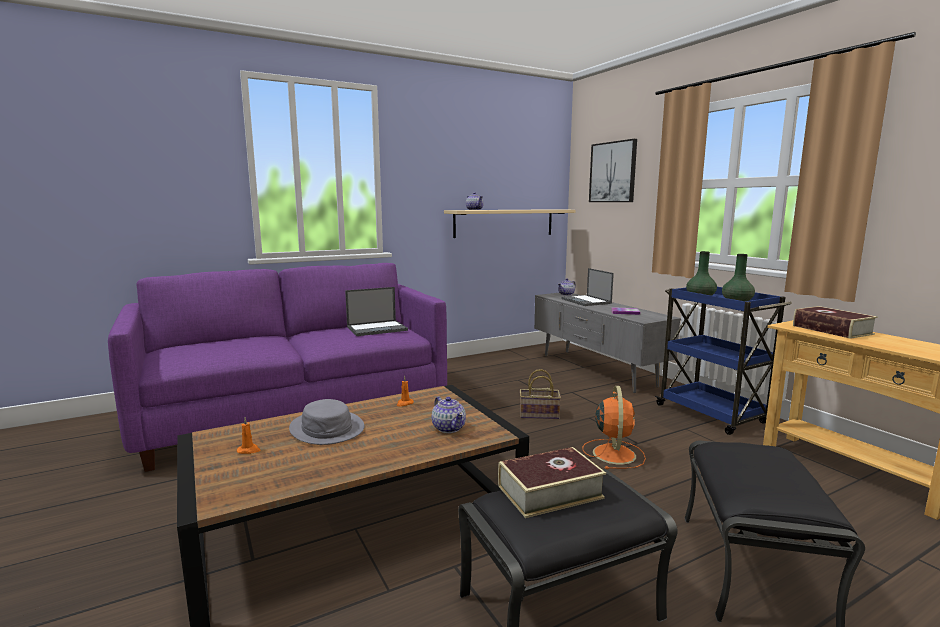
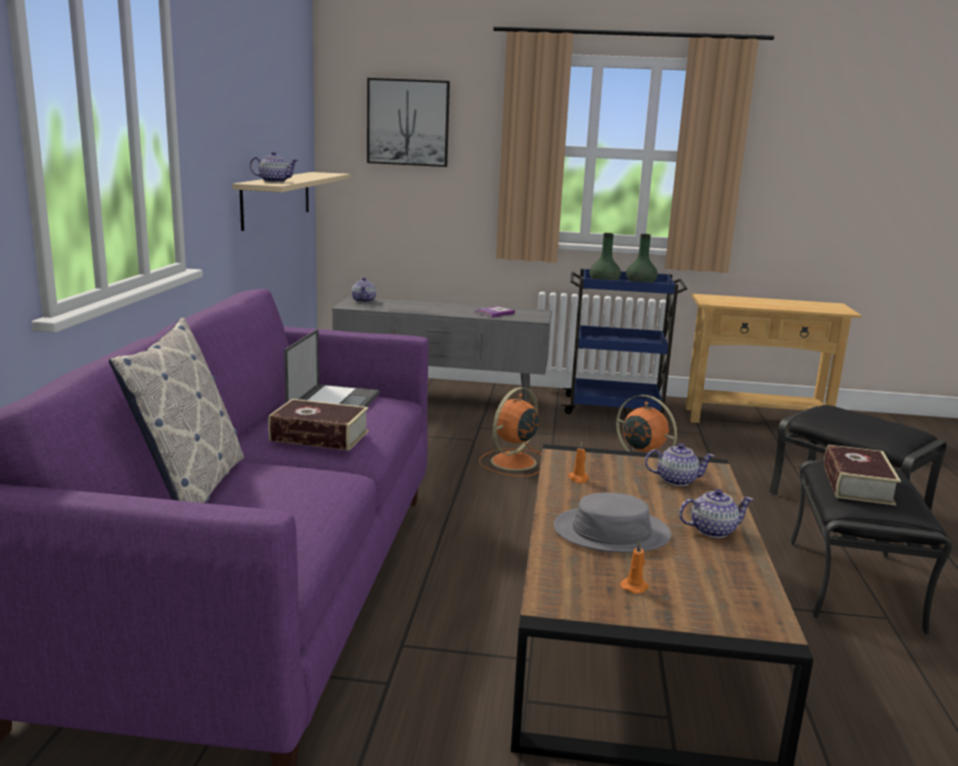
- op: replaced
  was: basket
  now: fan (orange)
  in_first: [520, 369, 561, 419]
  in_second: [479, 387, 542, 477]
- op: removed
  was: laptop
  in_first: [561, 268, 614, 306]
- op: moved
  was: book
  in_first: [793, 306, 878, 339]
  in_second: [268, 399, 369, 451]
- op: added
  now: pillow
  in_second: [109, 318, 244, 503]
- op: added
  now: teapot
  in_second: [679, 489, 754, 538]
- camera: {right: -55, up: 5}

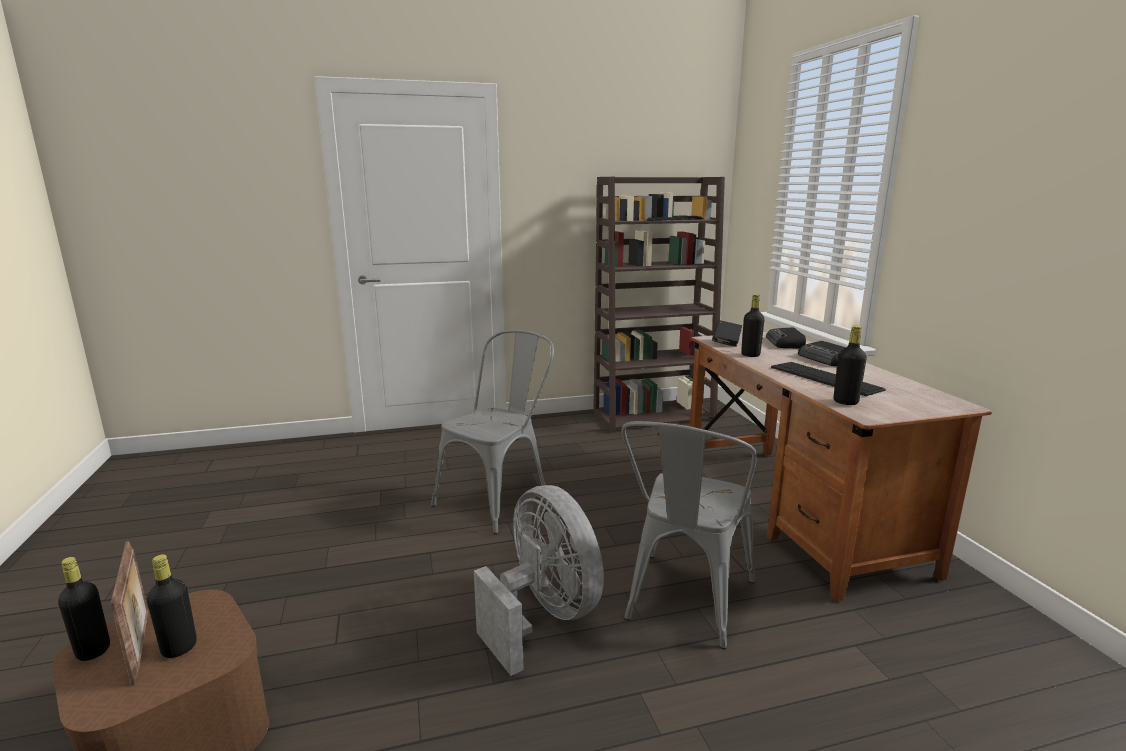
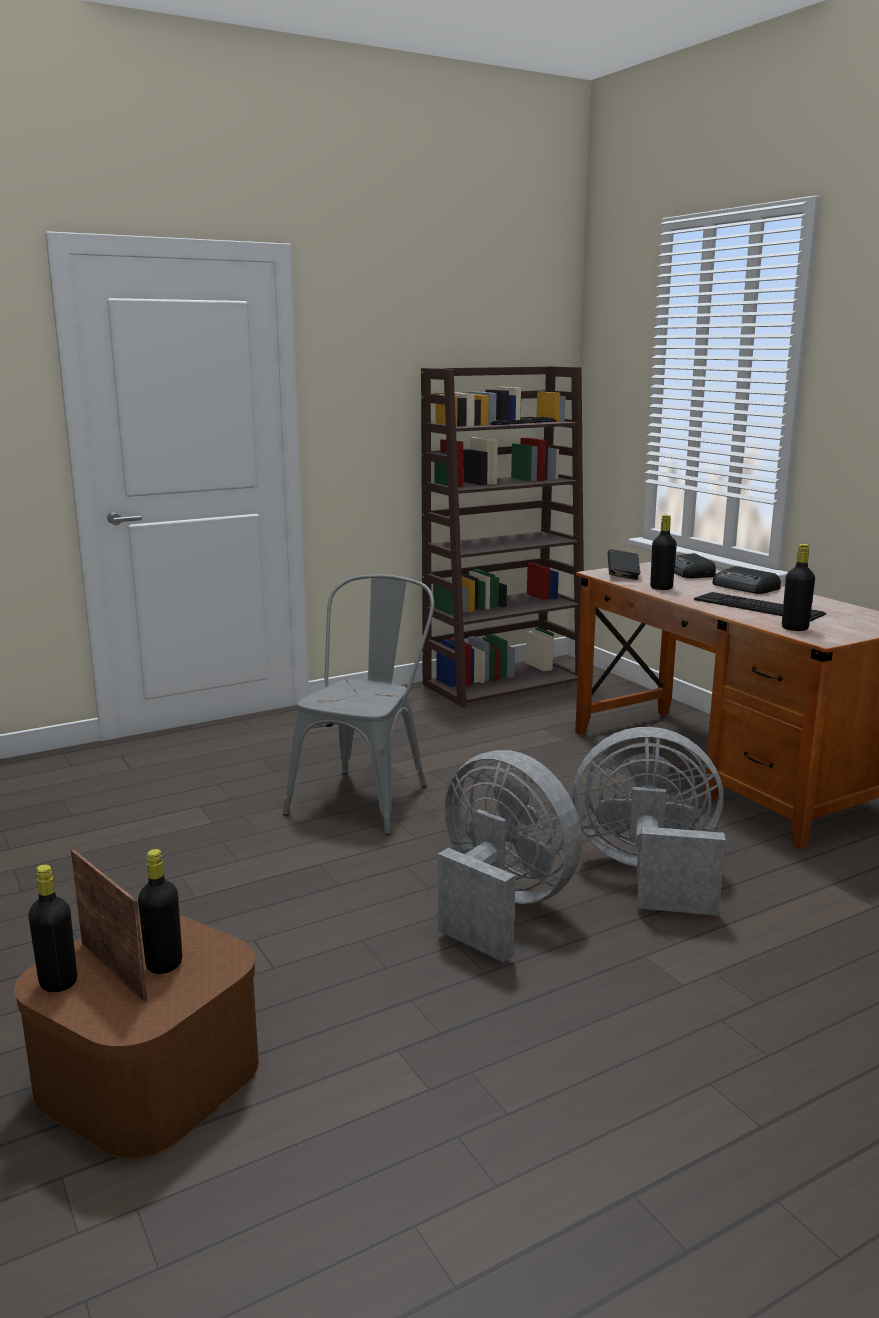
- op: replaced
  was: chair (grey)
  now: fan (grey)
  in_first: [621, 421, 757, 649]
  in_second: [572, 727, 726, 916]
- camera: {right: -15, up: 0}

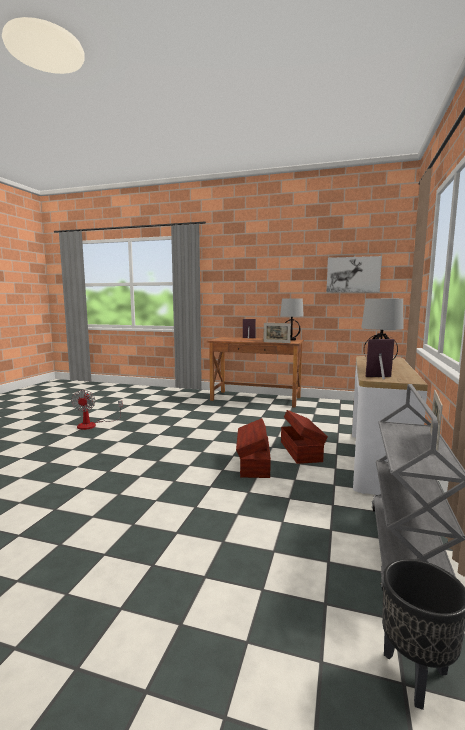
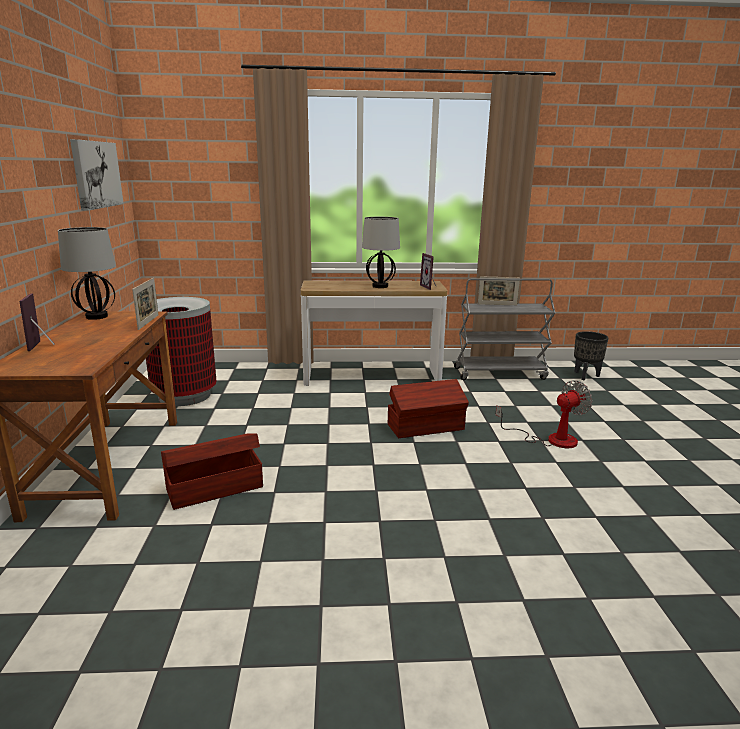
- op: moved
  was: fan
  in_first: [71, 390, 123, 430]
  in_second: [496, 380, 593, 448]
- op: moved
  was: storage box (brown)
  in_first: [281, 410, 328, 464]
  in_second: [161, 433, 263, 510]
- op: added
  now: trash can
  in_second: [146, 297, 217, 406]
- camera: {right: -110, up: 10}

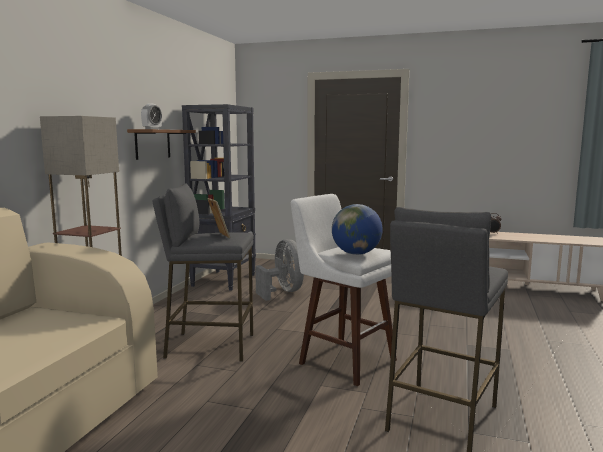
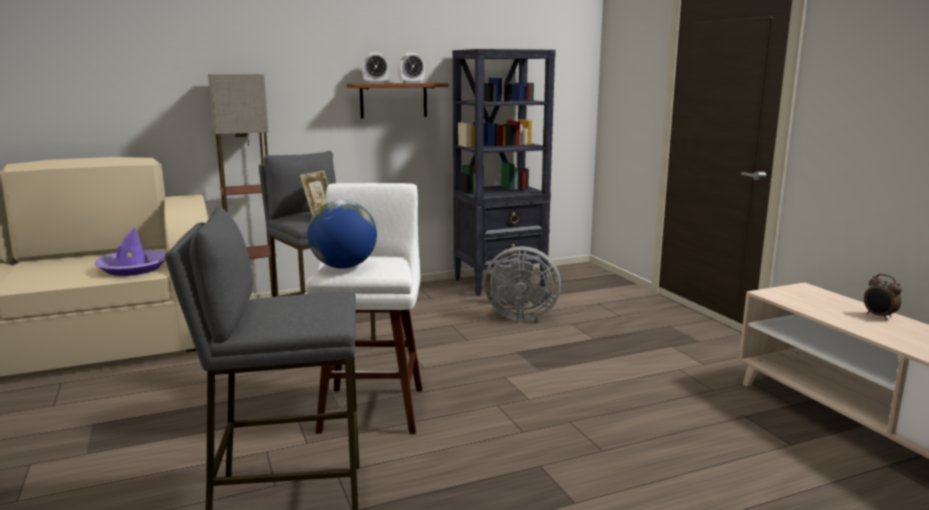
- op: turned
  was: fan (grey)
  in_first: [255, 239, 304, 301]
  in_second: [484, 246, 561, 321]
  clockwise: 75
- op: added
  now: hat (purple)
  in_second: [95, 228, 166, 276]
- op: added
  now: alarm clock
  in_second: [398, 53, 425, 83]
- camera: {right: 50, up: 5}

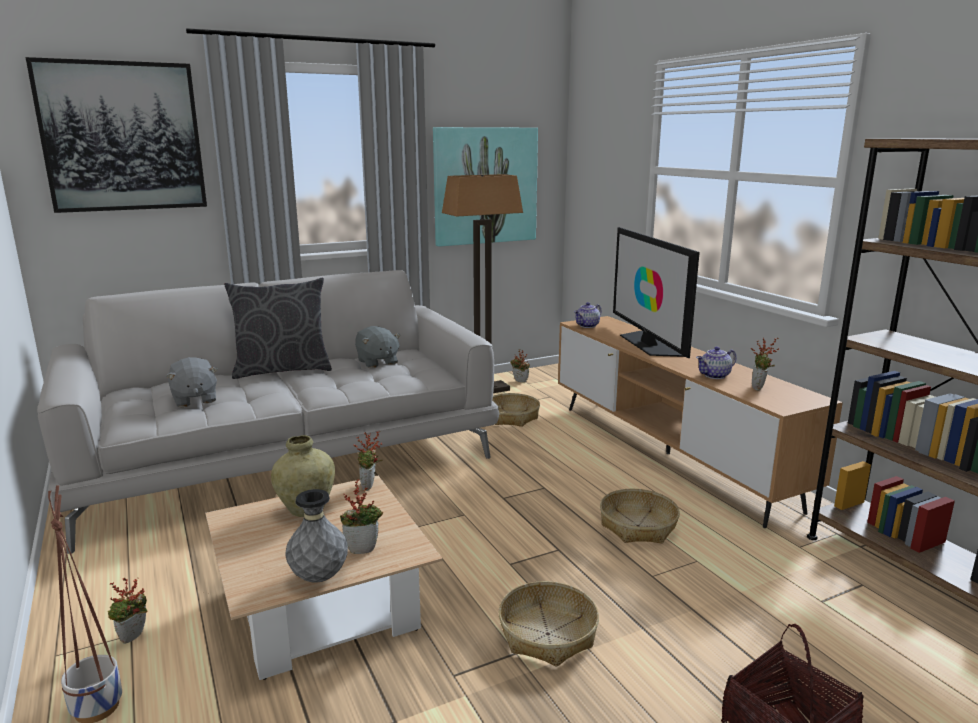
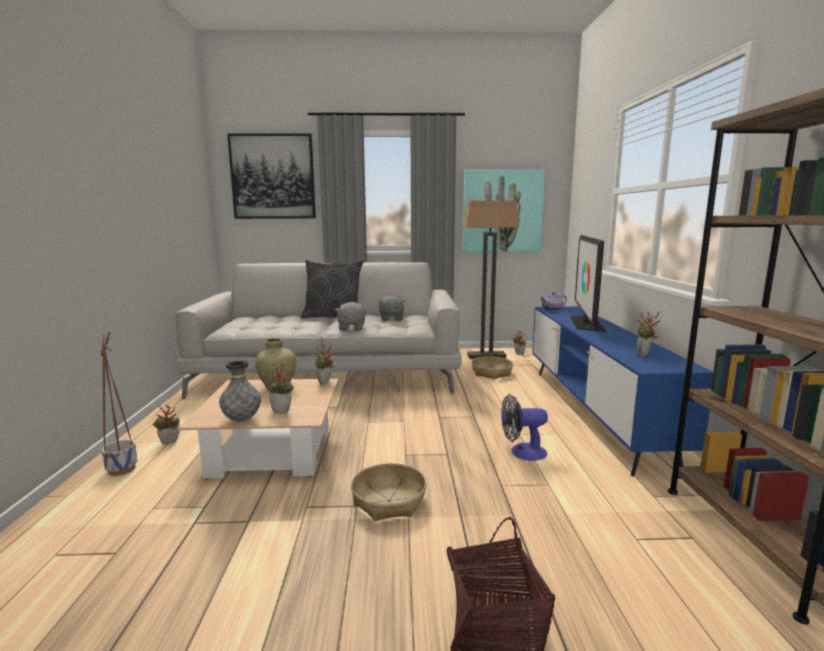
- op: moved
  was: plush toy (grey)
  in_first: [166, 357, 218, 407]
  in_second: [335, 302, 365, 331]
- op: recoloured
  was: tv stand (brown)
  now: tv stand (blue)
  in_first: [558, 316, 843, 528]
  in_second: [532, 306, 713, 476]
- op: replaced
  was: basket
  now: fan
  in_first: [600, 489, 680, 543]
  in_second: [501, 394, 548, 461]
- op: removed
  was: teapot
  in_first: [696, 347, 737, 379]
- camera: {right: 25, up: -5}

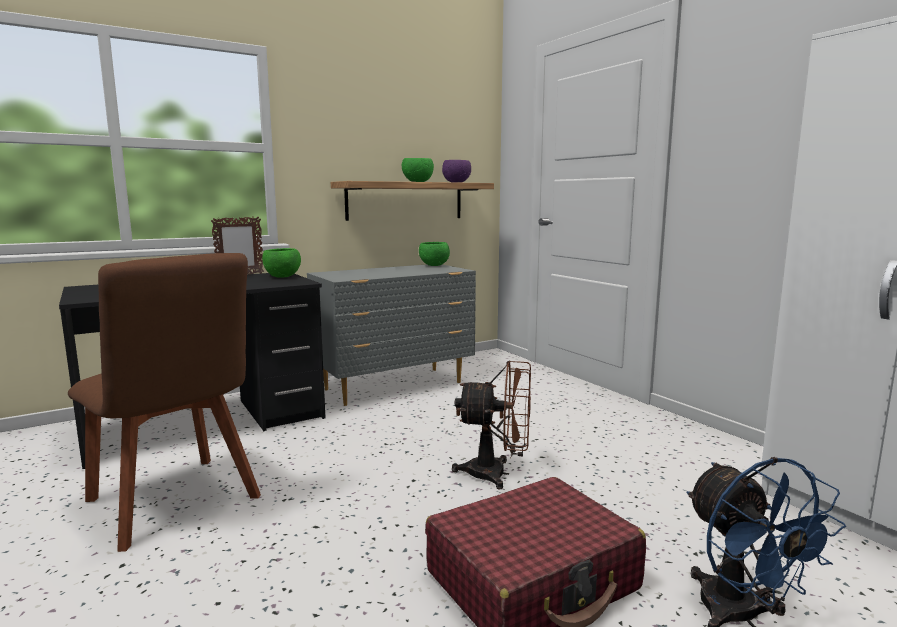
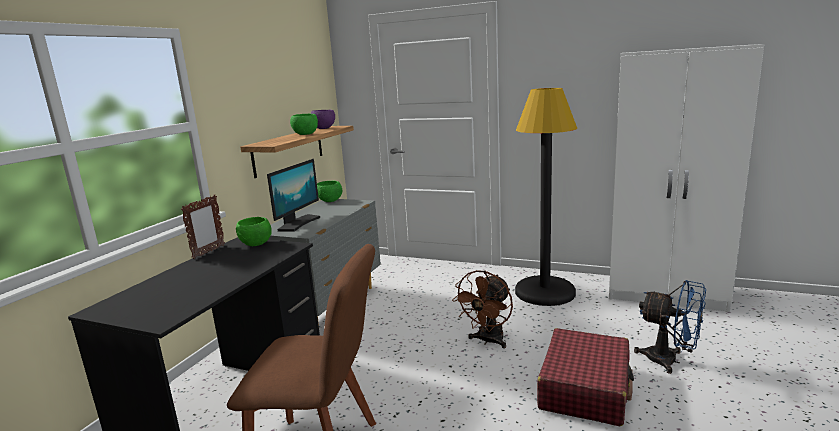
- op: turned
  was: fan (brown)
  in_first: [452, 361, 531, 489]
  in_second: [452, 270, 513, 348]
  clockwise: 150
- op: added
  now: monitor
  in_second: [267, 159, 320, 232]
- op: added
  now: floor lamp (black)
  in_second: [515, 88, 577, 306]
- camera: {right: -35, up: 5}

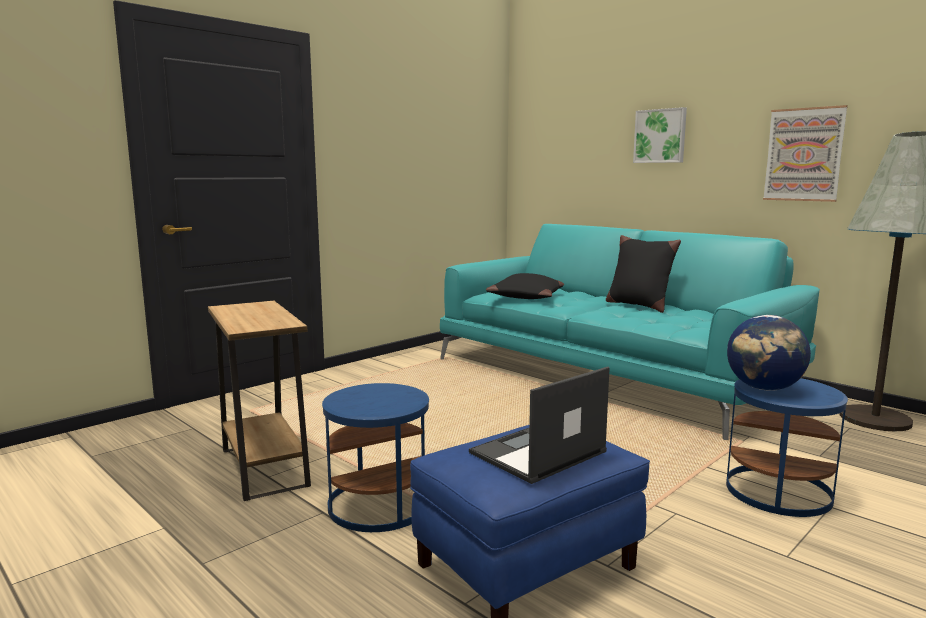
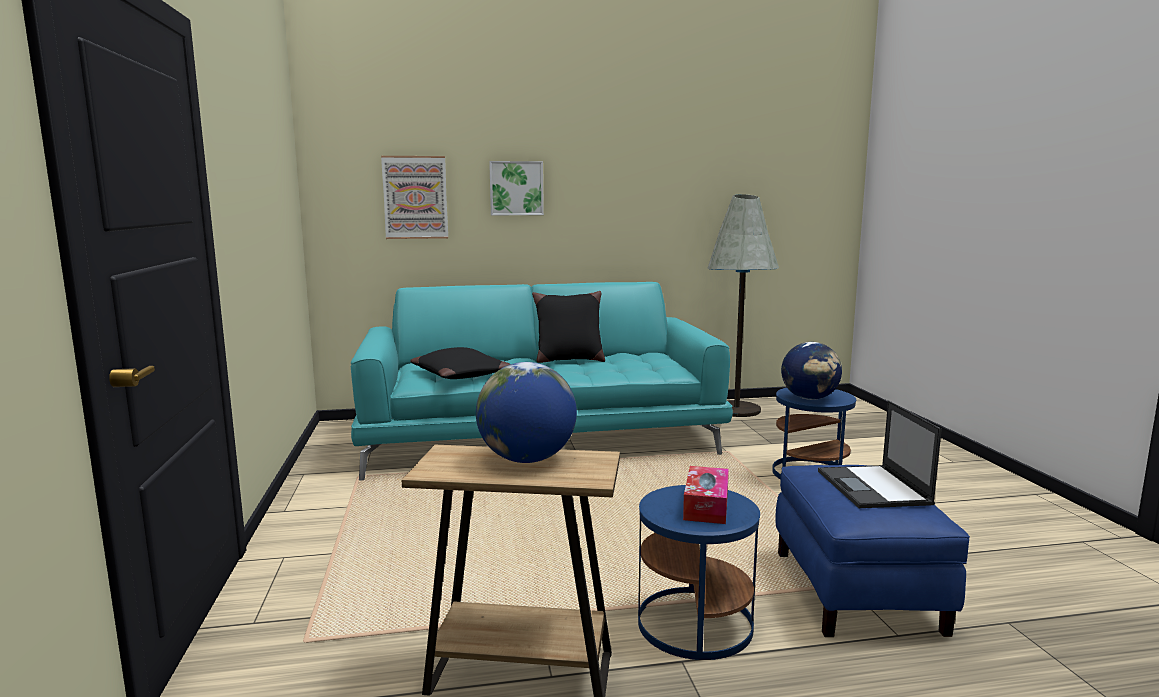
- op: moved
  was: picture
  in_first: [763, 105, 848, 202]
  in_second: [381, 156, 448, 239]
- op: added
  now: globe
  in_second: [476, 362, 577, 463]
- op: added
  now: tissue box
  in_second: [683, 466, 729, 524]
- camera: {right: -55, up: 0}

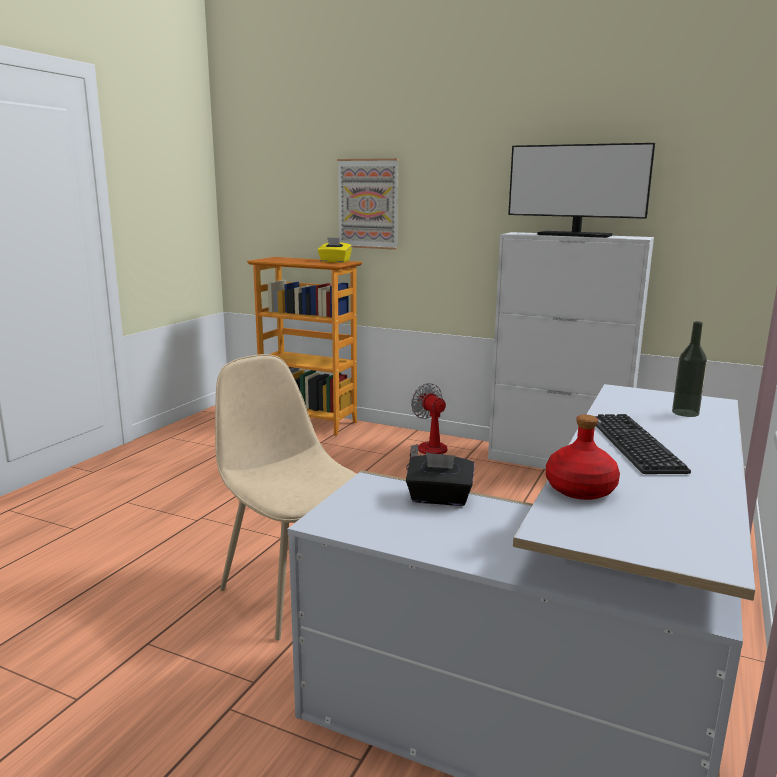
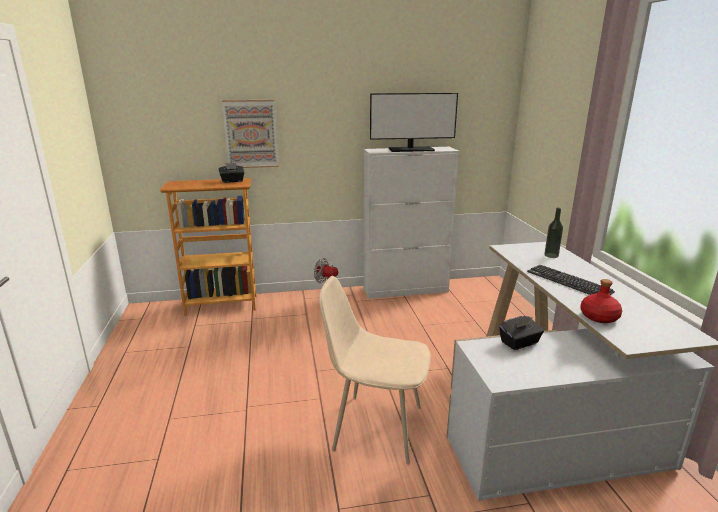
- op: recoloured
  was: tissue box (yellow)
  now: tissue box (black)
  in_first: [317, 237, 352, 263]
  in_second: [219, 163, 244, 183]
- camera: {right: -35, up: 5}

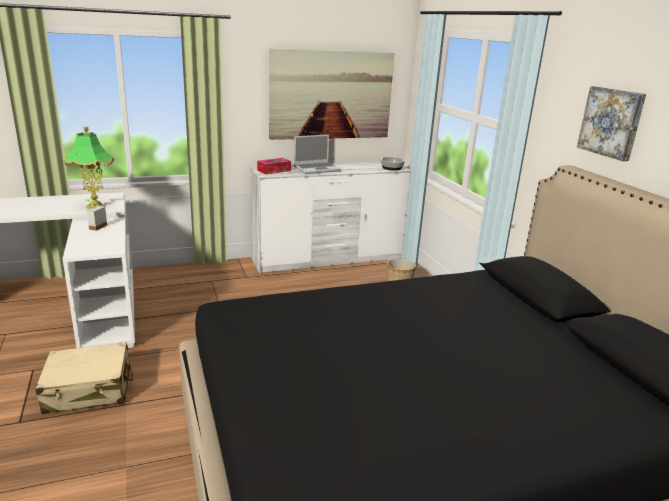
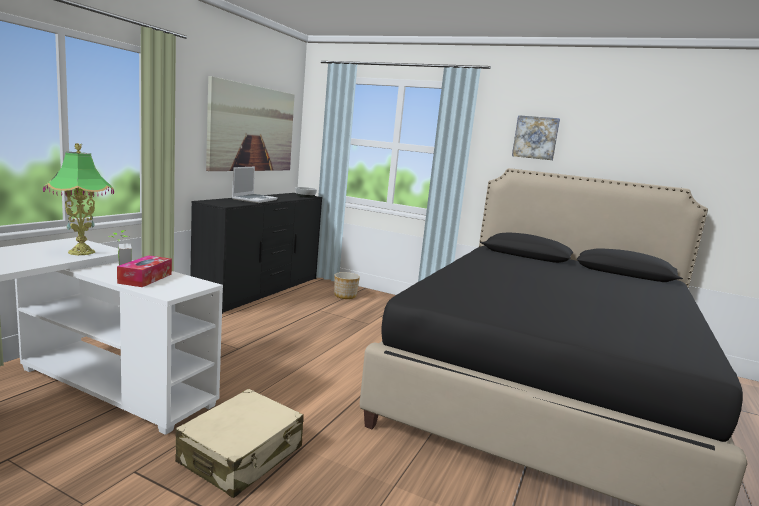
- op: recoloured
  was: dresser (white)
  now: dresser (black)
  in_first: [250, 162, 411, 273]
  in_second: [190, 193, 322, 314]
- op: moved
  was: tissue box
  in_first: [257, 158, 291, 174]
  in_second: [117, 255, 172, 287]
- camera: {right: -45, up: -10}

